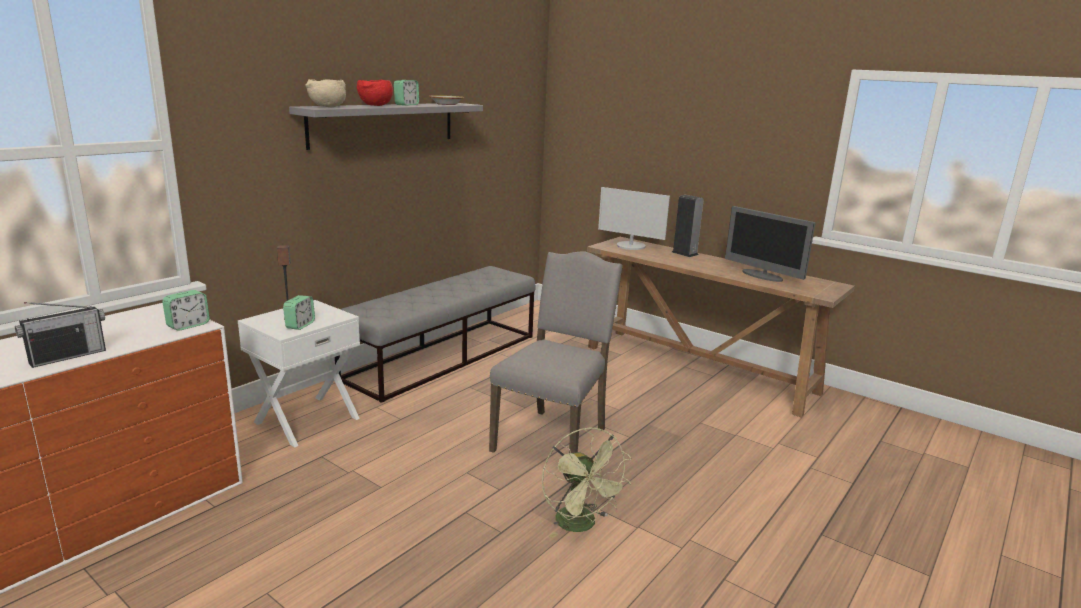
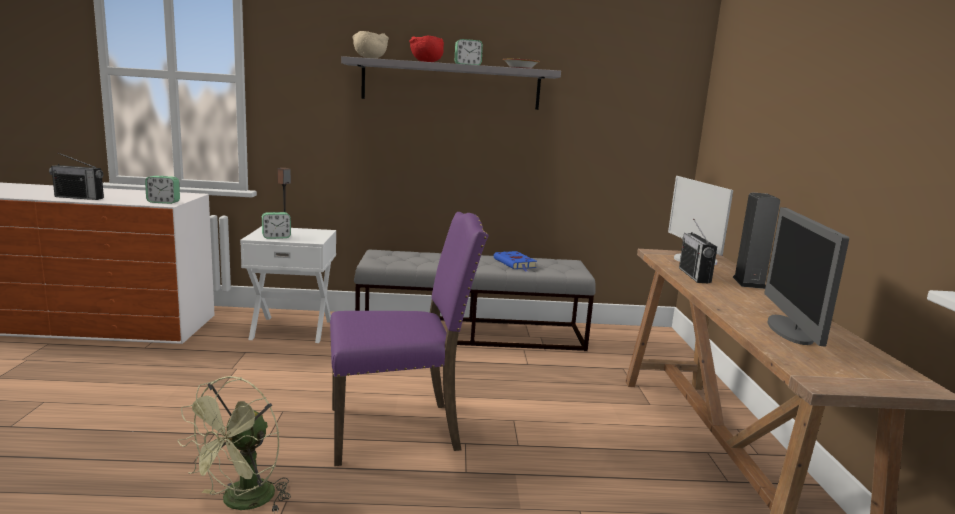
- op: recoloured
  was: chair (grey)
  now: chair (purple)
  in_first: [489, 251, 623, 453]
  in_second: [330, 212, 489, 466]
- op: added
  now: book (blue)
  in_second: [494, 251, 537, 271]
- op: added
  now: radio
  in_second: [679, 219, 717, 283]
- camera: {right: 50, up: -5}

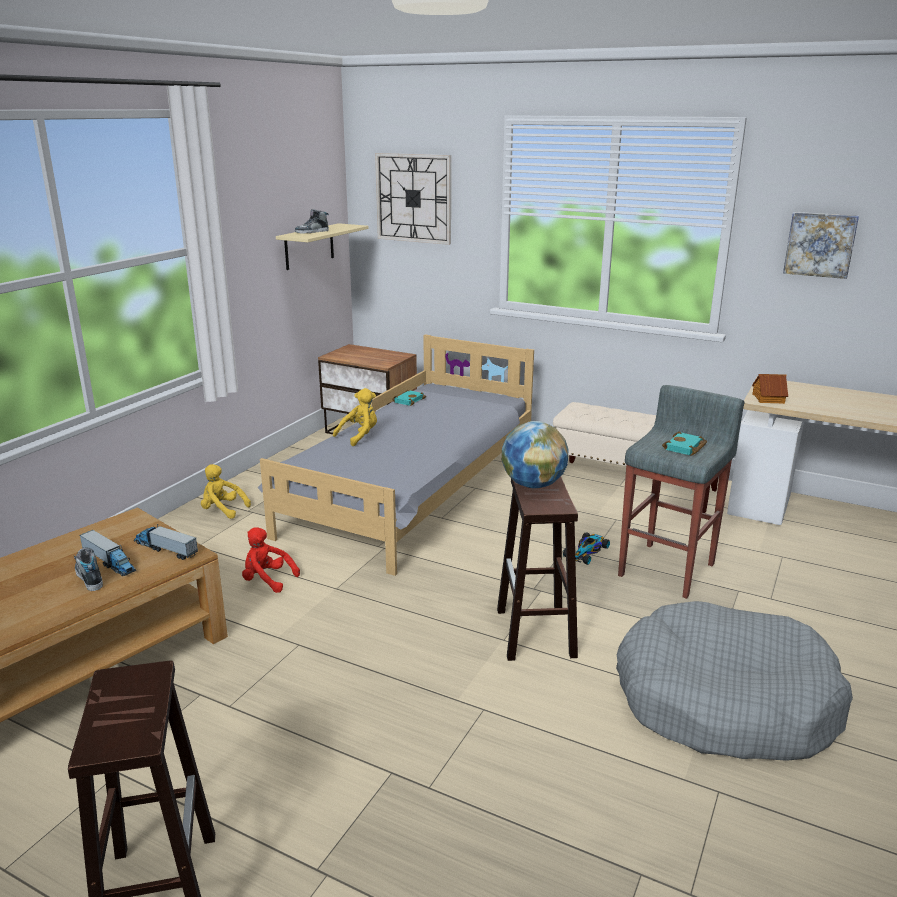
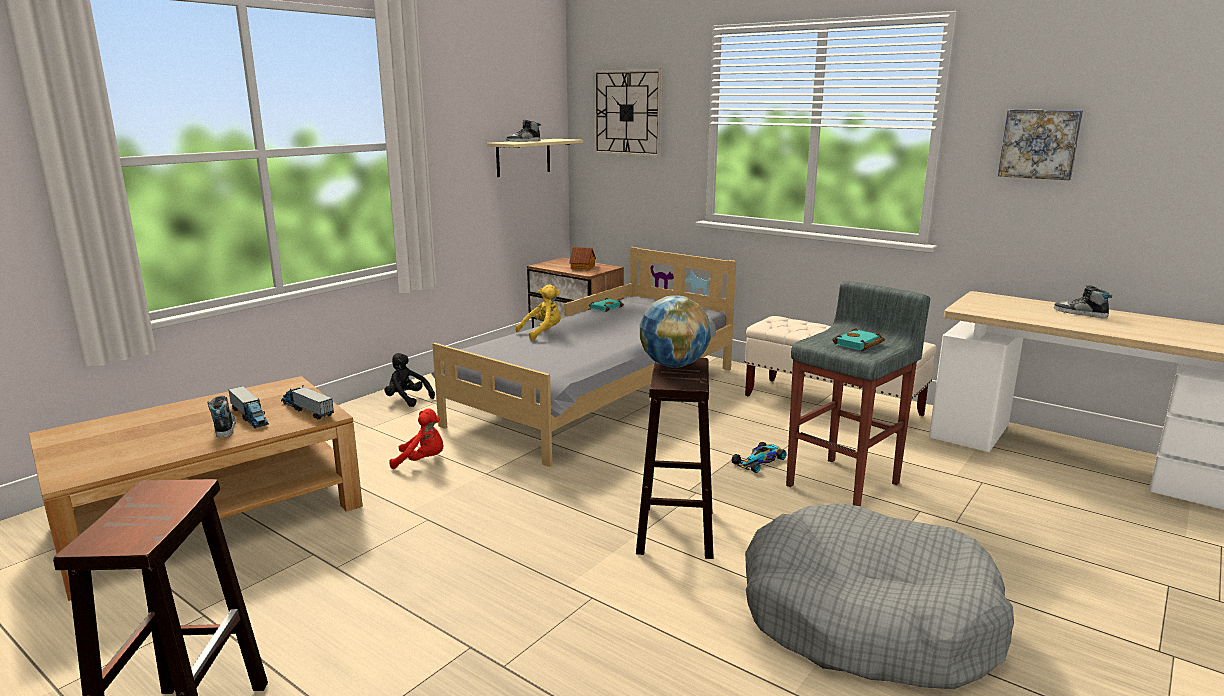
- op: recoloured
  was: plush toy (yellow)
  now: plush toy (black)
  in_first: [201, 464, 251, 519]
  in_second: [384, 353, 435, 407]
- op: turned
  was: plush toy (red)
  in_first: [242, 527, 300, 593]
  in_second: [389, 409, 443, 469]
  clockwise: 150
- op: moved
  was: toy house
  in_first: [752, 374, 788, 404]
  in_second: [569, 247, 596, 270]
- op: added
  now: shoe
  in_second: [1054, 285, 1112, 318]
- camera: {right: 10, up: -5}

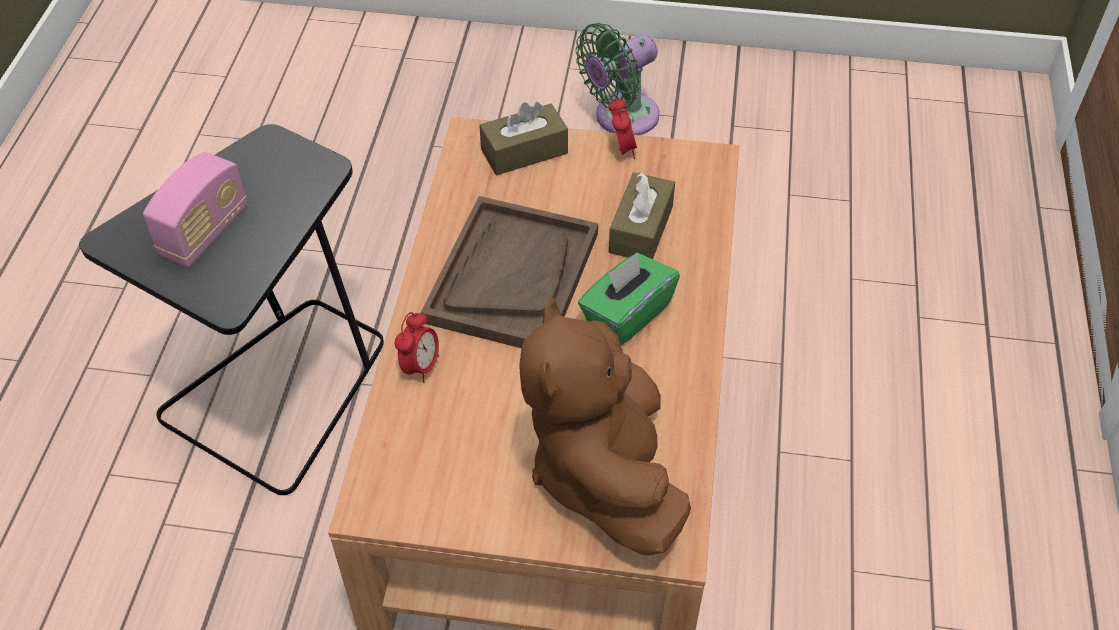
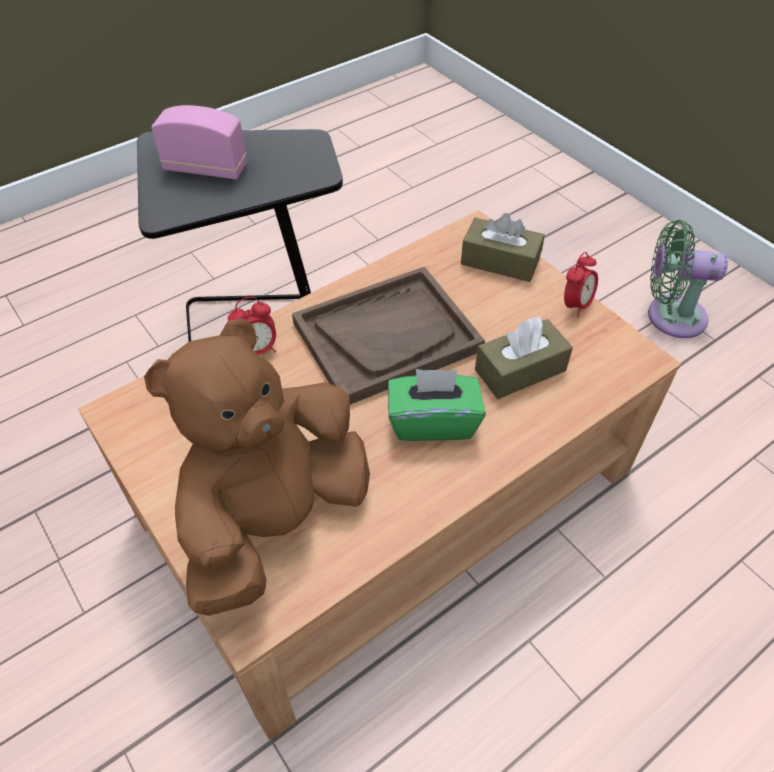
- op: turned
  was: radio
  in_first: [143, 152, 247, 268]
  in_second: [151, 105, 247, 179]
  clockwise: -150
- camera: {right: 45, up: 0}

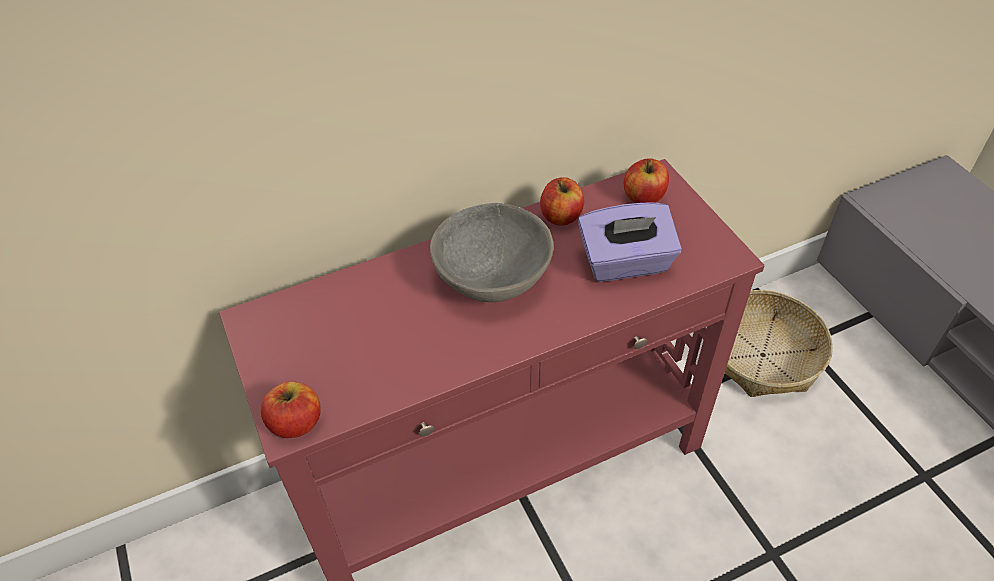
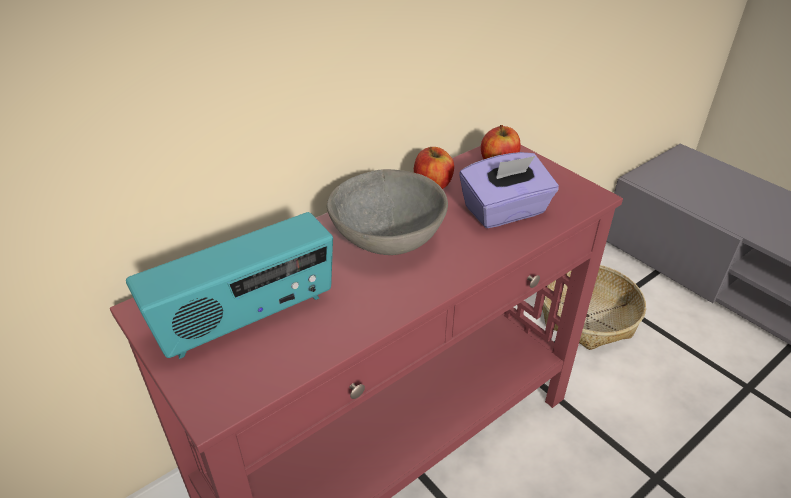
- op: removed
  was: apple
  in_first: [261, 381, 321, 438]
- op: added
  now: radio
  in_second: [126, 212, 333, 359]
- camera: {right: -15, up: -10}

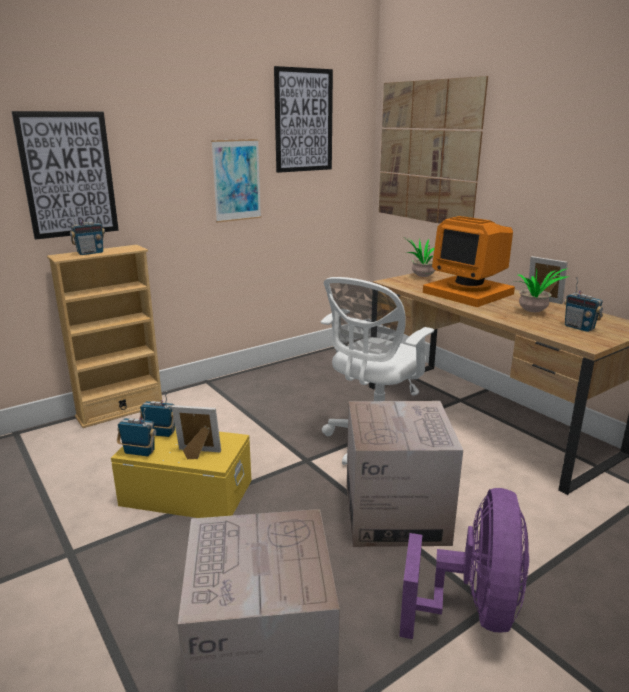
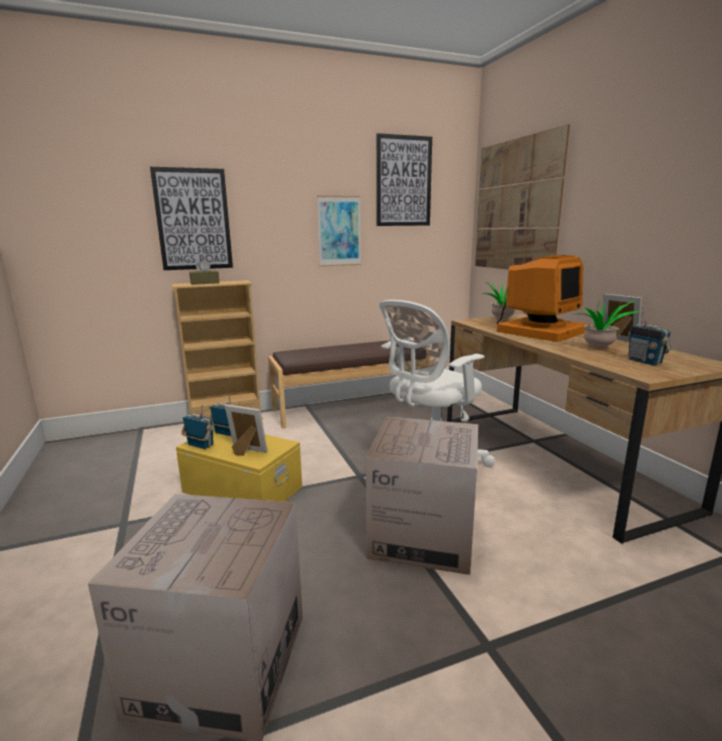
- op: replaced
  was: radio
  now: tissue box (brown)
  in_first: [70, 209, 105, 255]
  in_second: [189, 260, 219, 285]
- op: removed
  was: fan (purple)
  in_first: [399, 488, 529, 639]
- op: turned
  was: monitor
  in_first: [423, 216, 515, 307]
  in_second: [497, 255, 589, 342]
  clockwise: -105
- op: added
  now: bench (brown)
  in_second: [268, 340, 431, 429]
- camera: {right: 15, up: -5}

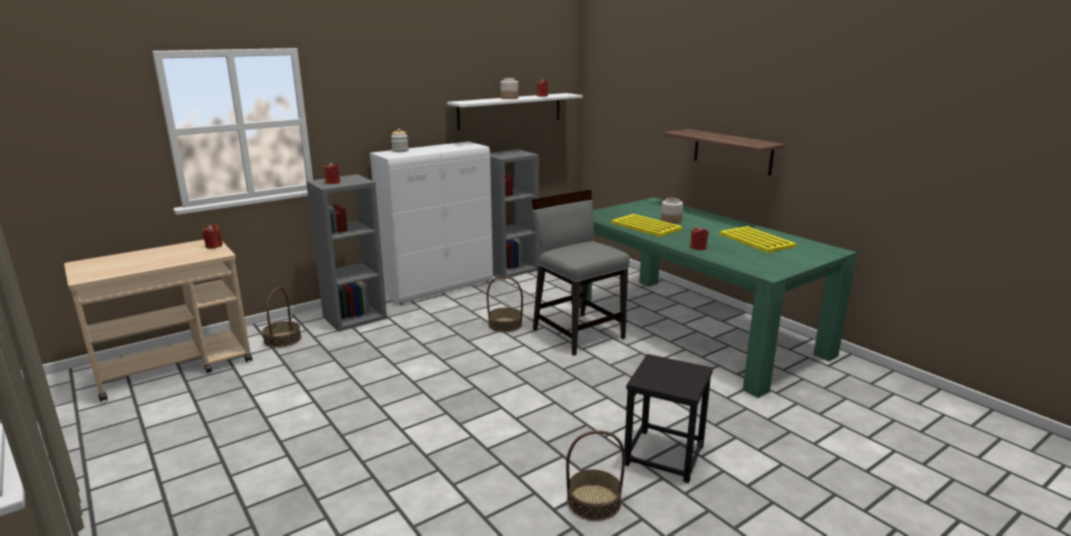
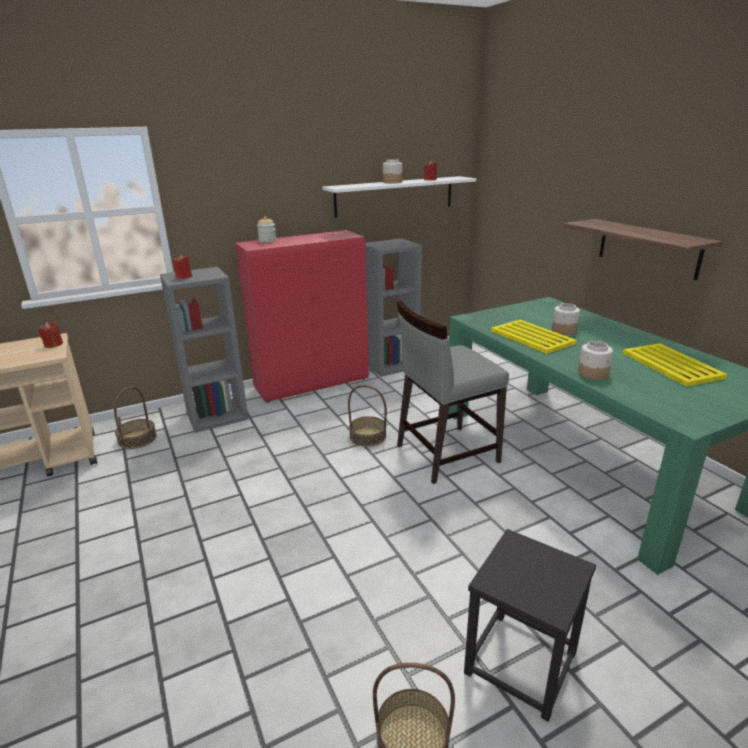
- op: recoloured
  was: cabinet (white)
  now: cabinet (red)
  in_first: [370, 141, 493, 305]
  in_second: [235, 230, 369, 403]
- op: turned
  was: chair (grey)
  in_first: [532, 190, 630, 356]
  in_second: [397, 301, 509, 484]
  clockwise: -90
- op: replaced
  was: candle (red)
  now: jar
  in_first: [690, 226, 709, 250]
  in_second: [578, 341, 613, 380]
- camera: {right: 10, up: 5}

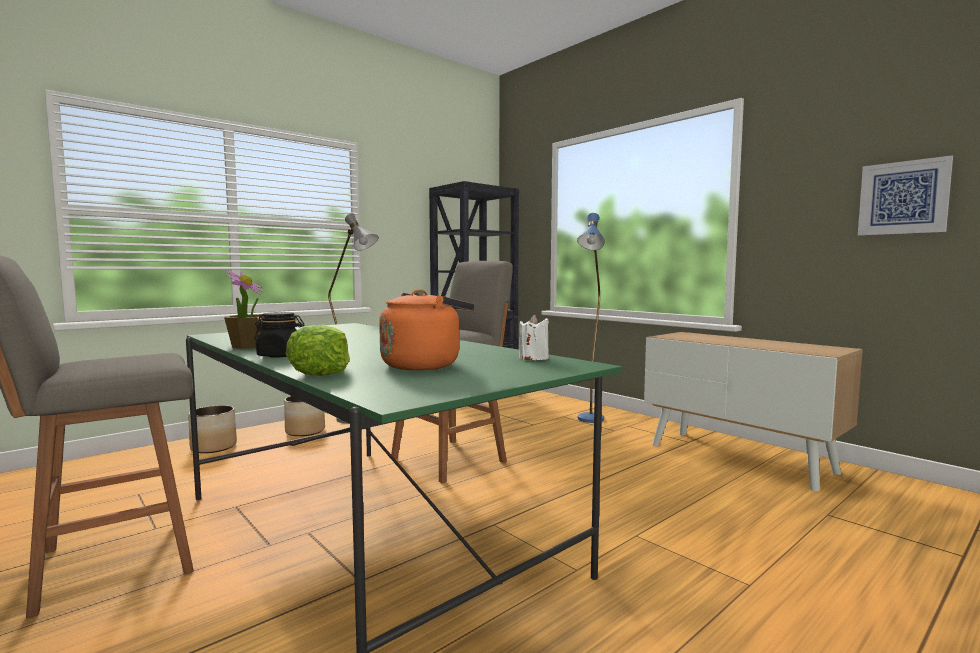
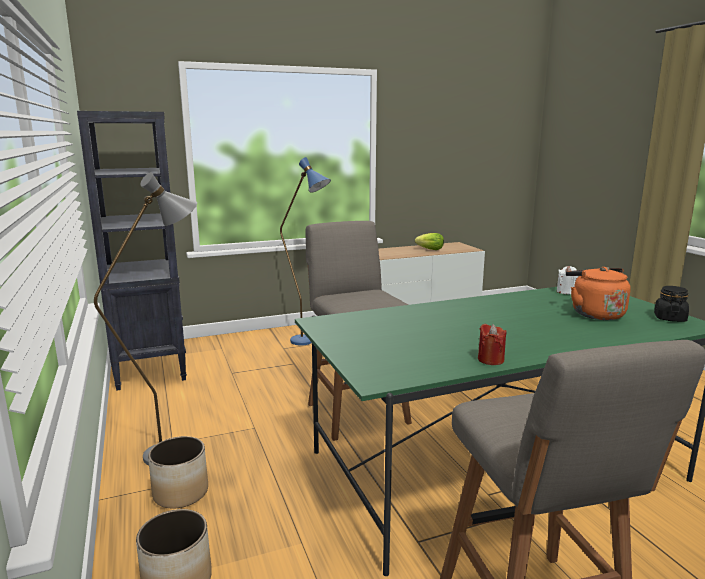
- op: replaced
  was: potted plant
  now: candle (red)
  in_first: [224, 270, 264, 349]
  in_second: [478, 324, 506, 365]
- op: moved
  was: jar (black)
  in_first: [254, 312, 304, 358]
  in_second: [654, 286, 689, 322]
- op: moved
  was: lettuce
  in_first: [286, 324, 350, 376]
  in_second: [415, 233, 444, 250]
- op: removed
  was: picture
  in_first: [858, 155, 953, 236]
- camera: {right: -70, up: 10}

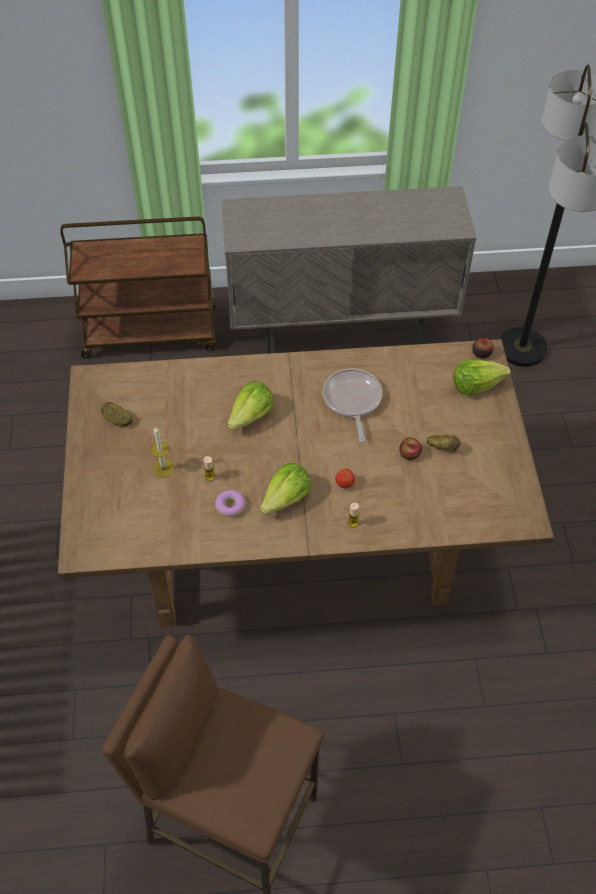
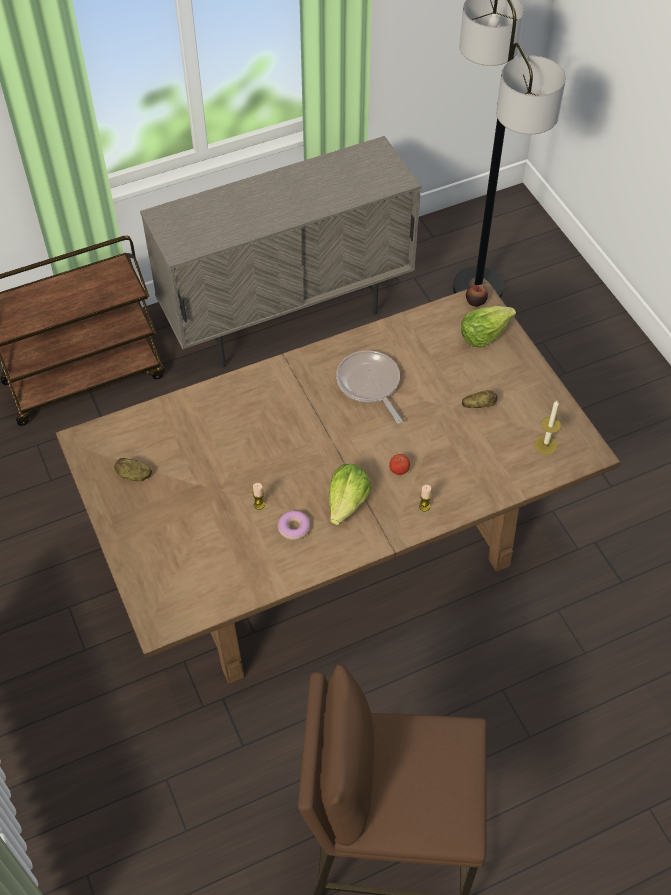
- op: moved
  was: candle
  in_first: [151, 427, 174, 477]
  in_second: [535, 401, 561, 455]
- op: removed
  was: lettuce
  in_first: [228, 381, 274, 430]
- op: removed
  was: apple
  in_first: [399, 438, 422, 460]
- camera: {right: -20, up: 0}

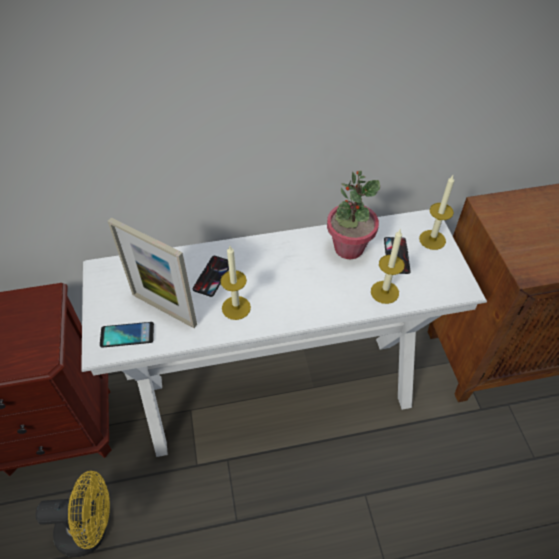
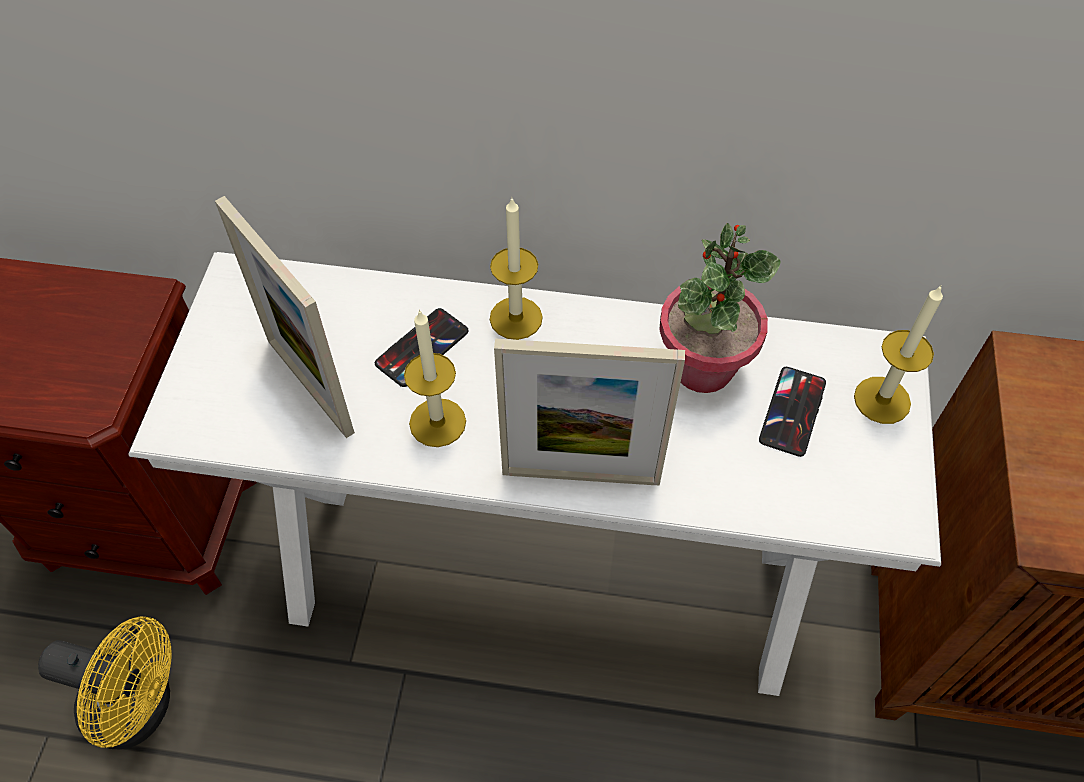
- op: removed
  was: phone
  in_first: [100, 322, 154, 348]
- op: moved
  was: candle
  in_first: [371, 230, 404, 304]
  in_second: [490, 196, 543, 340]
- op: added
  now: picture frame
  in_second: [494, 339, 685, 486]
- camera: {right: 20, up: 5}

